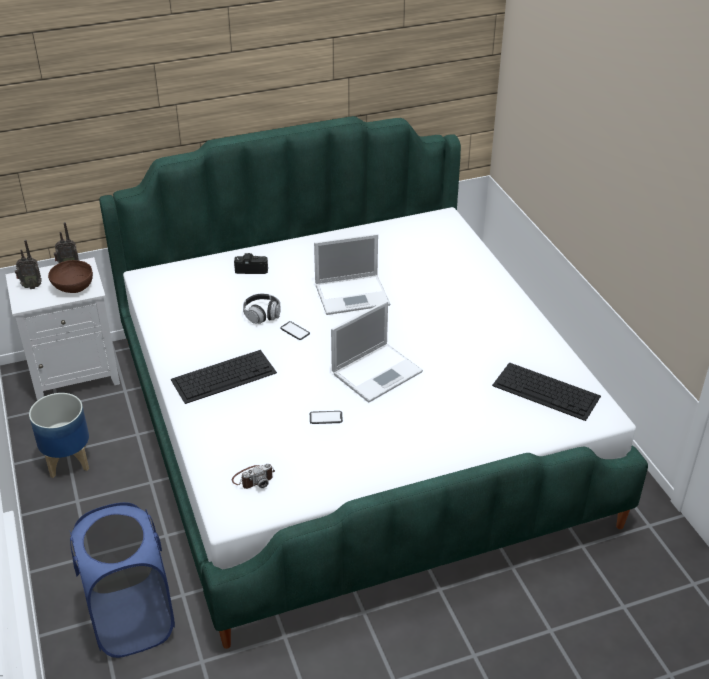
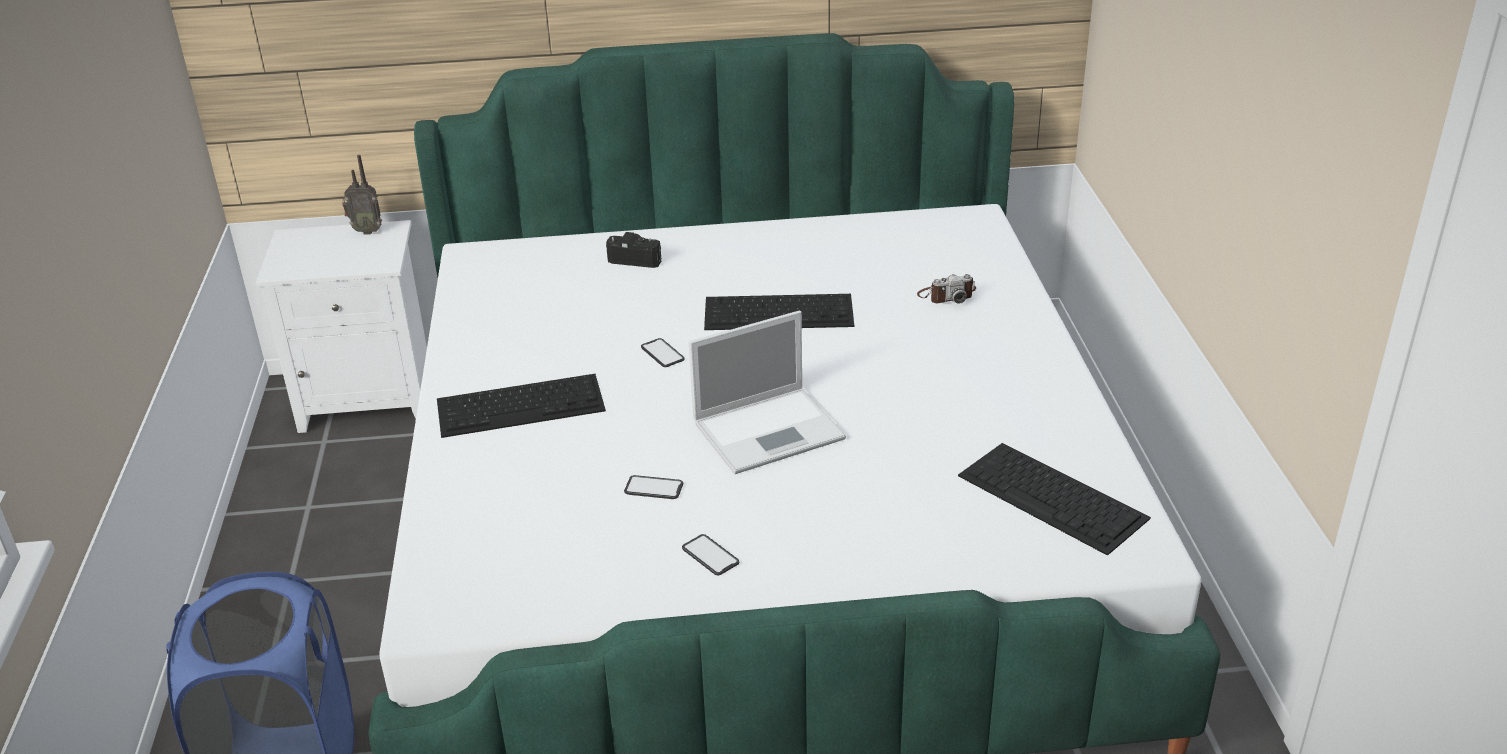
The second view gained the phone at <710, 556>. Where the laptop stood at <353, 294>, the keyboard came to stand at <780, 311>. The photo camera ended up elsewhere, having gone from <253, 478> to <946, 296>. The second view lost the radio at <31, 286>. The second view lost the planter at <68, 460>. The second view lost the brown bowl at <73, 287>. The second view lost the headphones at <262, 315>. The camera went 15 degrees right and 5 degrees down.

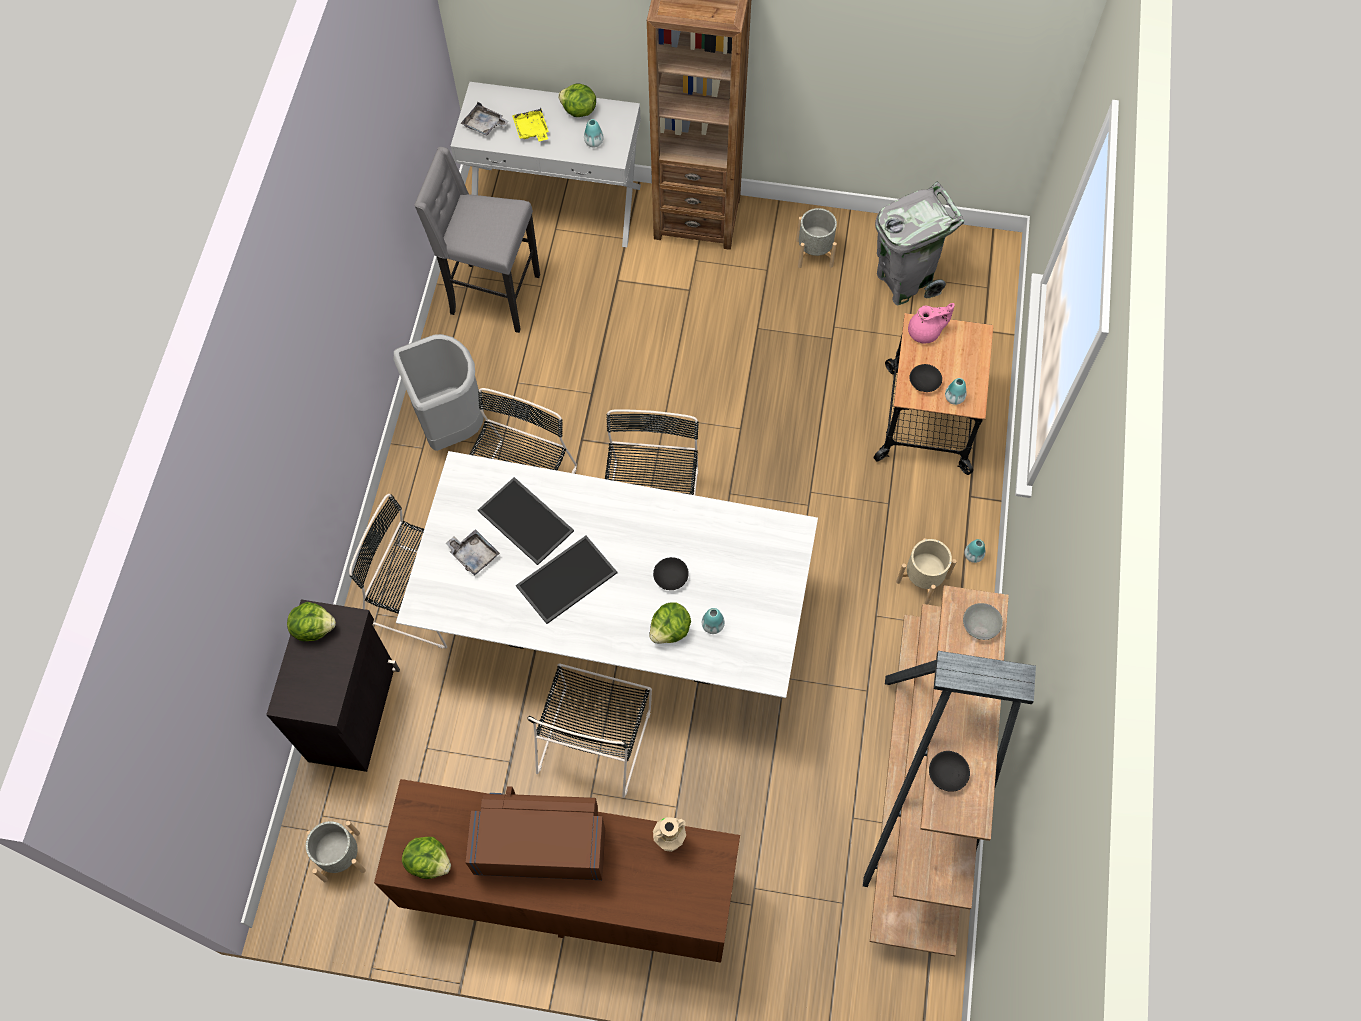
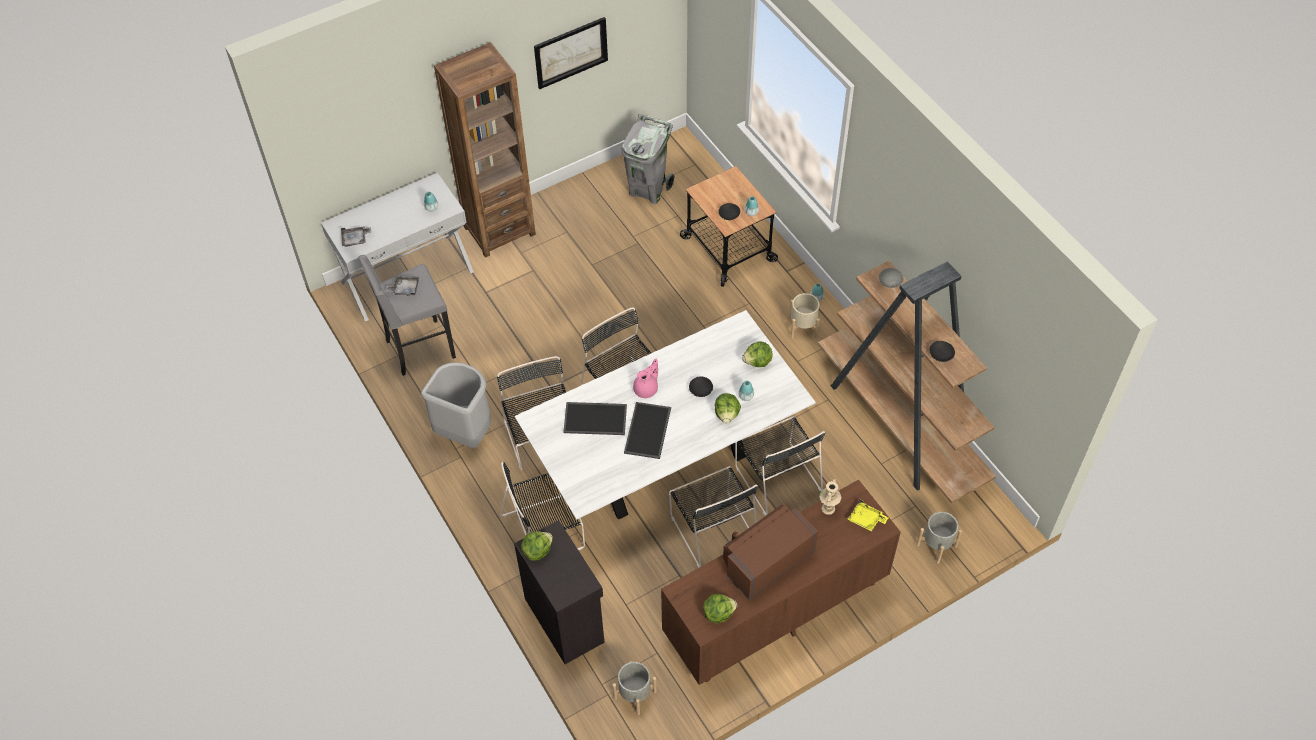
The grey tray ended up elsewhere, having gone from <474, 554> to <404, 288>. The second view gained the picture at <570, 52>. The pink teapot ended up elsewhere, having gone from <925, 332> to <646, 389>. The second view gained the black chair at <777, 476>. The lettuce ended up elsewhere, having gone from <578, 111> to <757, 362>. The yellow tray ended up elsewhere, having gone from <531, 130> to <866, 519>. The grey planter ended up elsewhere, having gone from <814, 253> to <936, 545>. The camera went 40 degrees left and 10 degrees down.

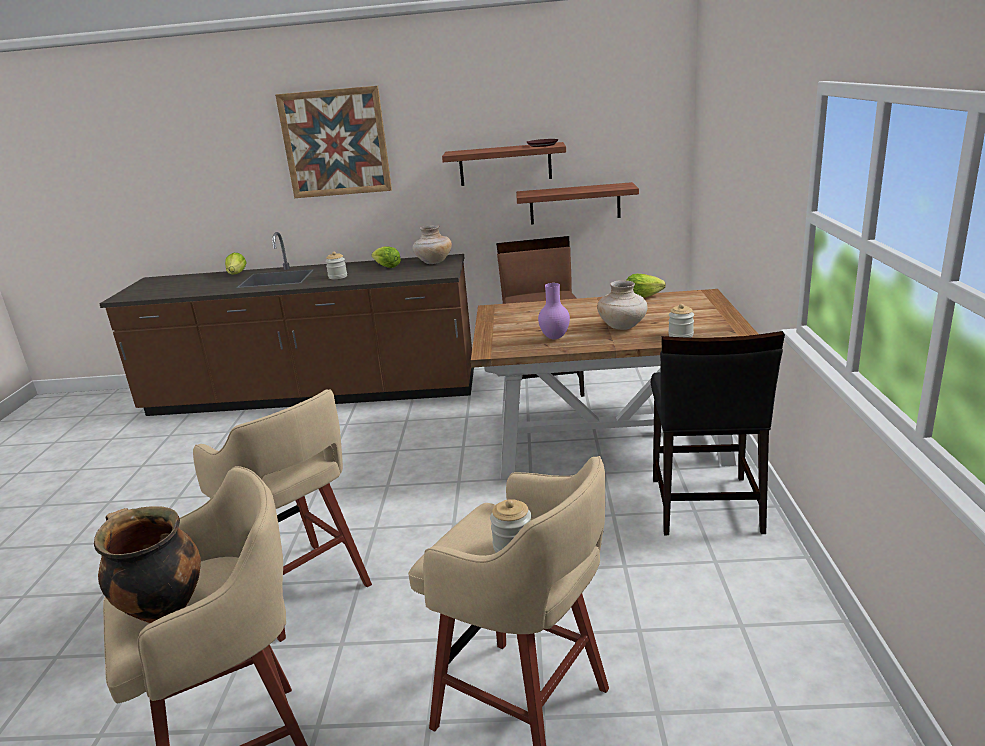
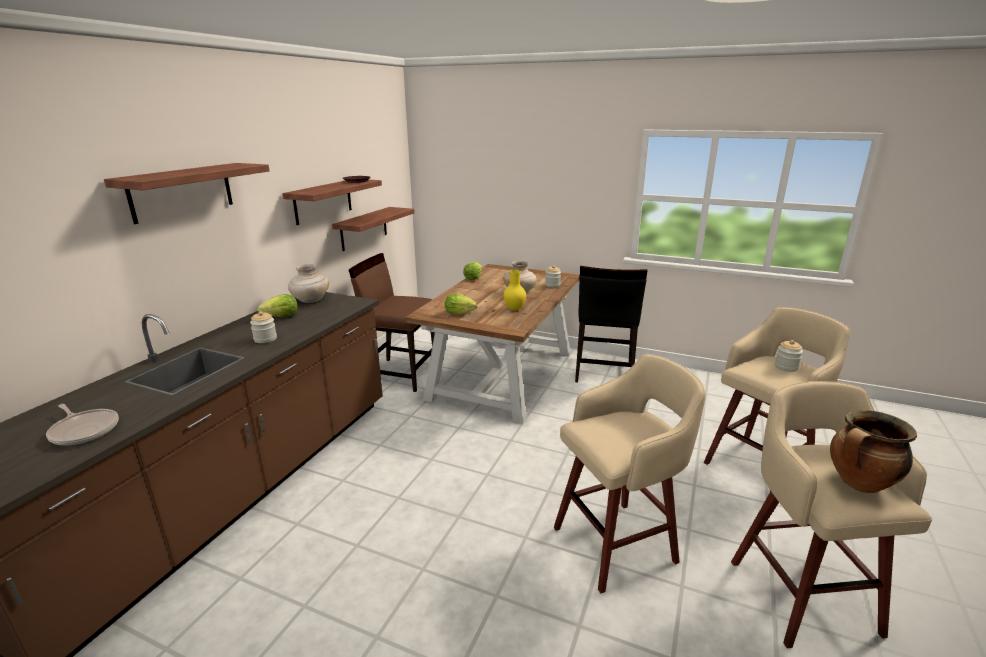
The second view gained the frying pan at <84, 430>. Where the picture hung at <335, 143>, the shelf came to hang at <182, 192>. The lettuce ended up elsewhere, having gone from <237, 274> to <459, 313>. What was the purple vase at <554, 338> turned into the yellow vase at <515, 309>. The black chair at <704, 506> ended up facing another way, 75 degrees clockwise from before. The camera went 70 degrees left and 0 degrees up.

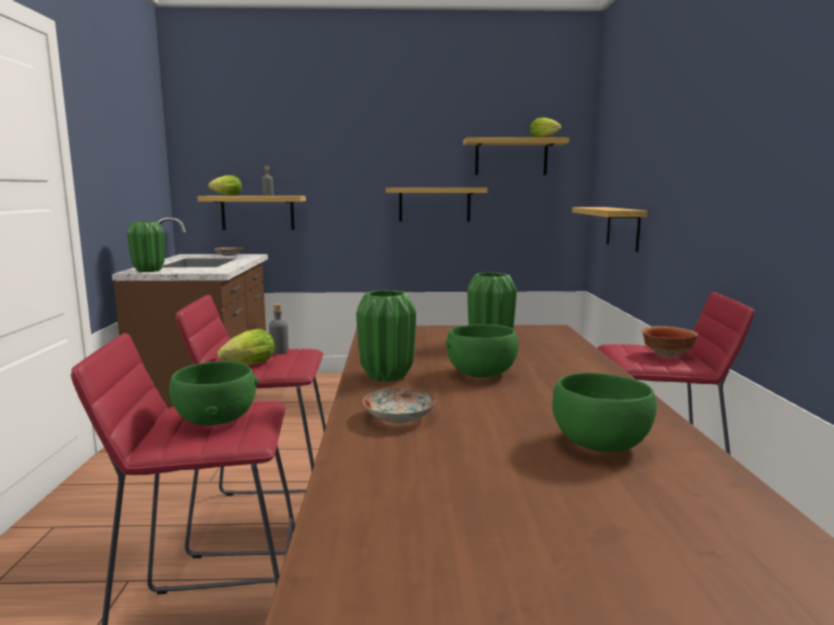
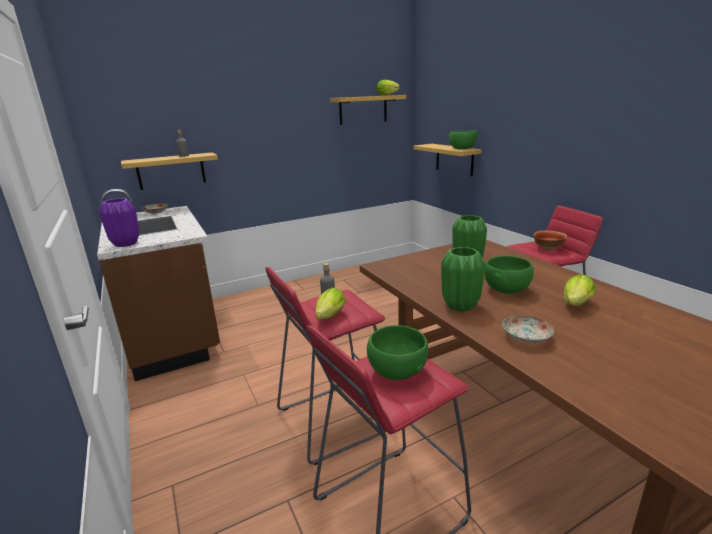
What was the green vase at <148, 270> turned into the purple vase at <125, 244>. The green bowl ended up elsewhere, having gone from <599, 445> to <462, 149>. The lettuce ended up elsewhere, having gone from <225, 195> to <575, 305>. The second view lost the shelf at <434, 204>. The camera went 25 degrees left and 10 degrees up.

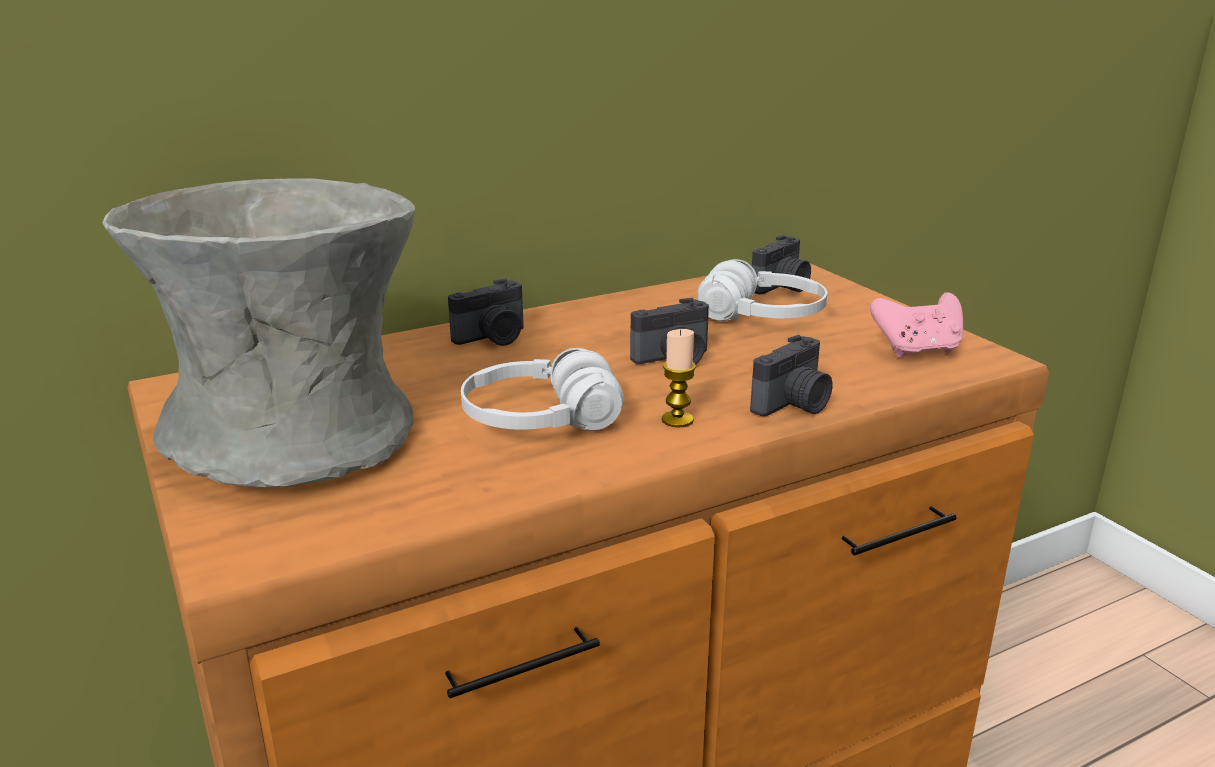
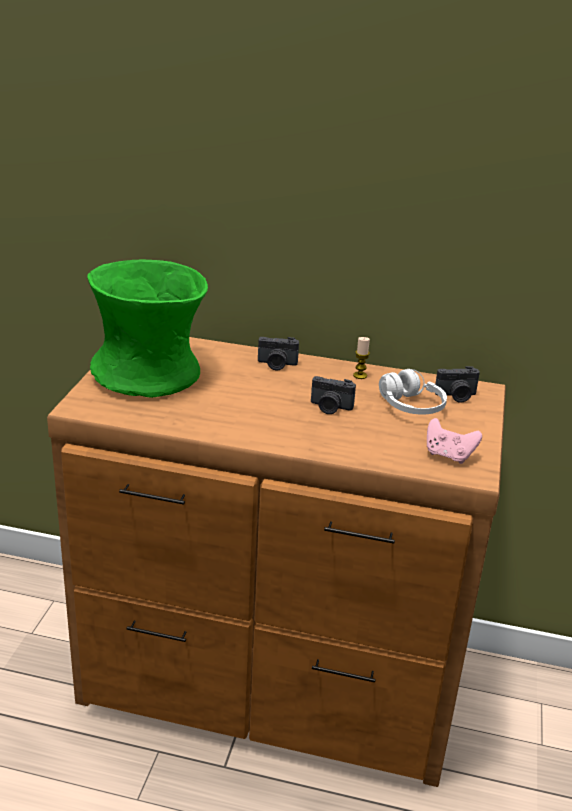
What was the grey vase at <296, 432> turned into the green vase at <149, 373>. The candle ended up elsewhere, having gone from <677, 420> to <360, 375>. The second view lost the white headphones at <541, 421>. The second view lost the photo camera at <794, 405>. The camera went 40 degrees right and 5 degrees up.

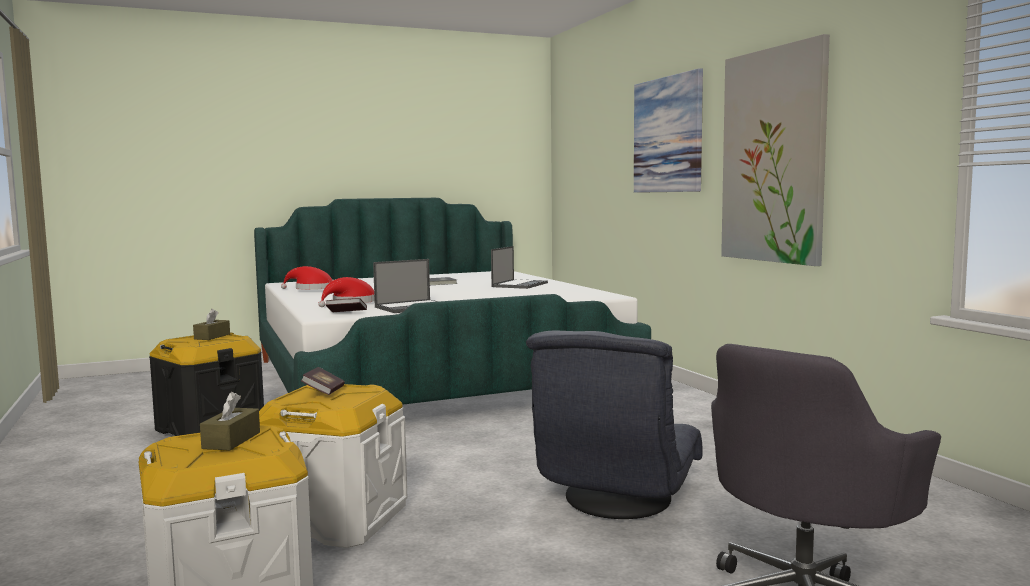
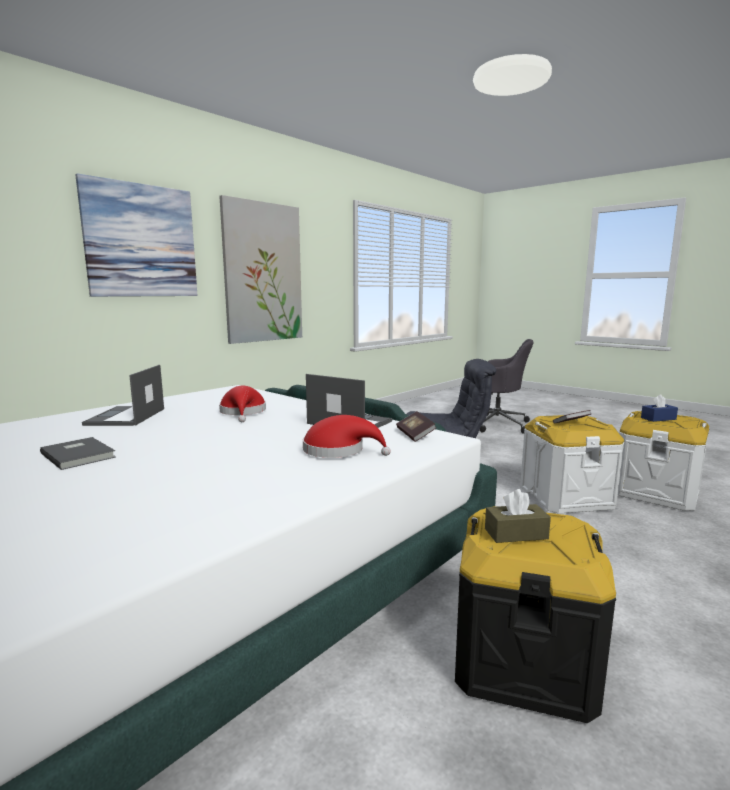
The laptop at <520, 285> ended up facing another way, 90 degrees counterclockwise from before. The red hat ended up elsewhere, having gone from <311, 289> to <243, 412>. What was the brown tissue box at <231, 440> turned into the blue tissue box at <658, 418>. The camera went 115 degrees left and 5 degrees up.

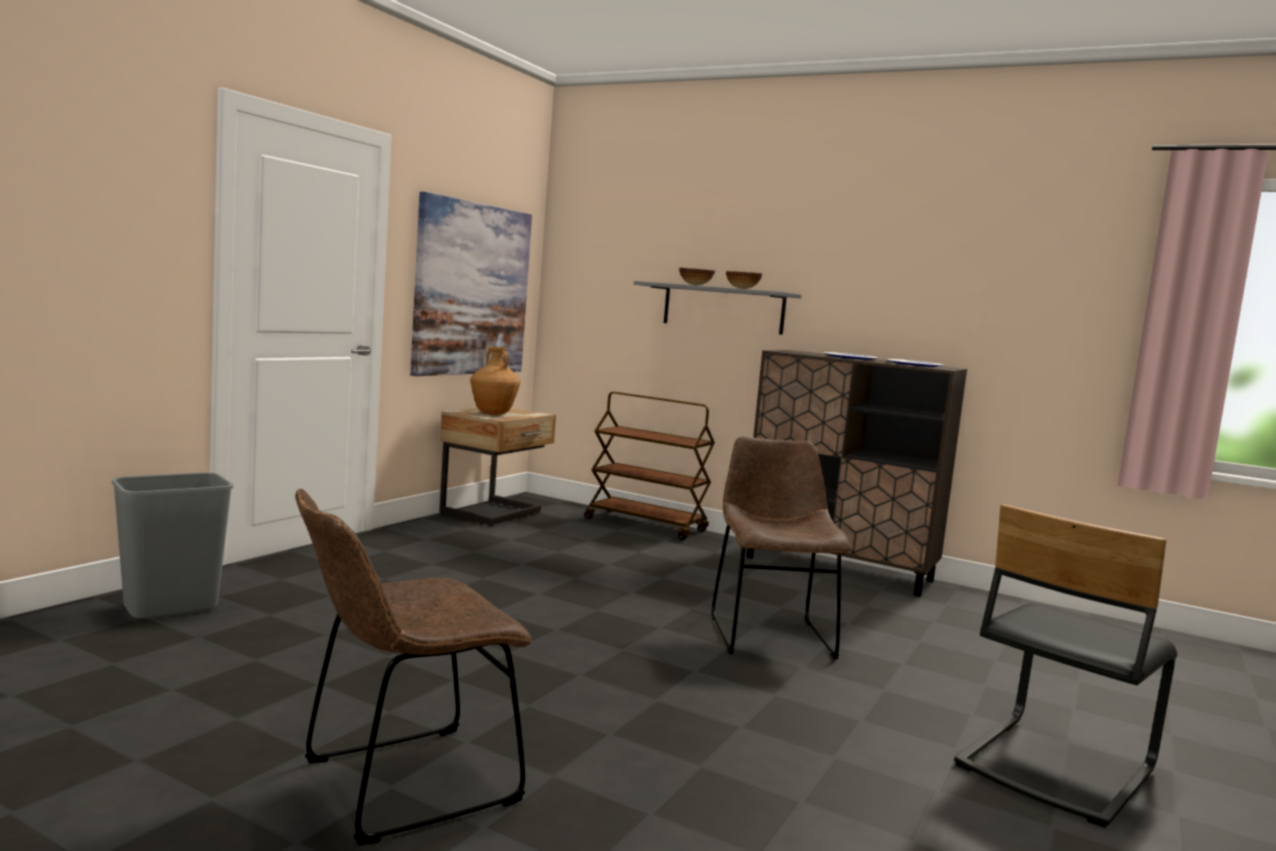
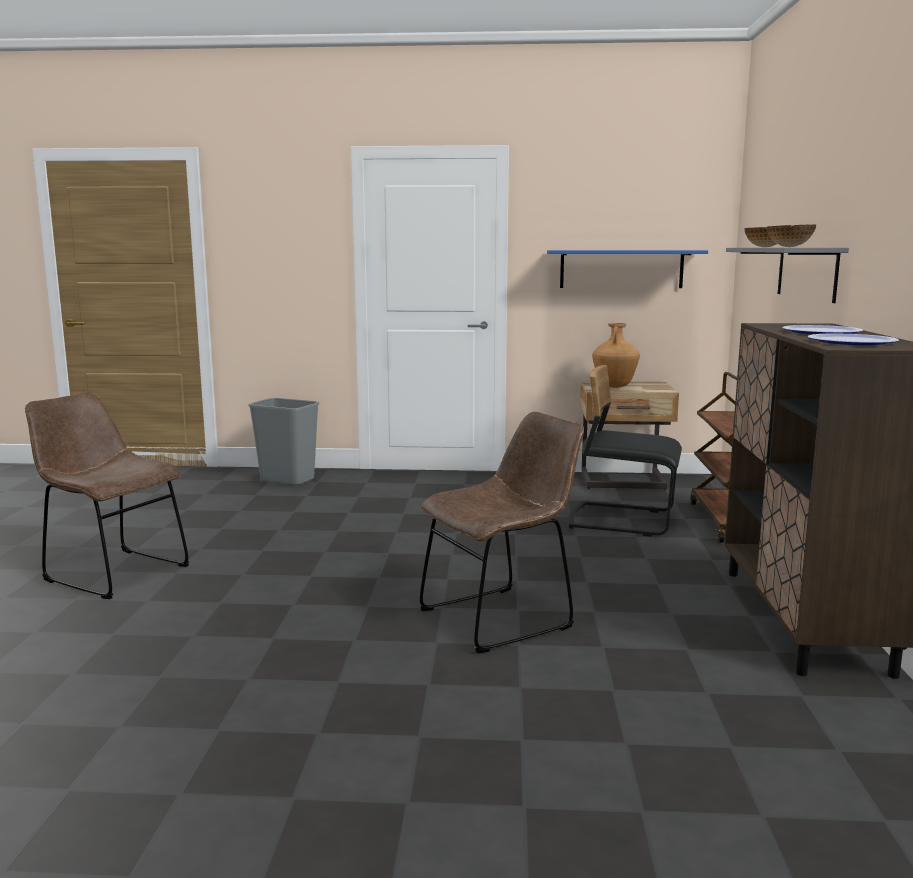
Where the picture hung at <472, 289>, the blue shelf came to hang at <621, 269>. The black chair ended up elsewhere, having gone from <1053, 766> to <622, 520>. The camera went 65 degrees right and 5 degrees up.

